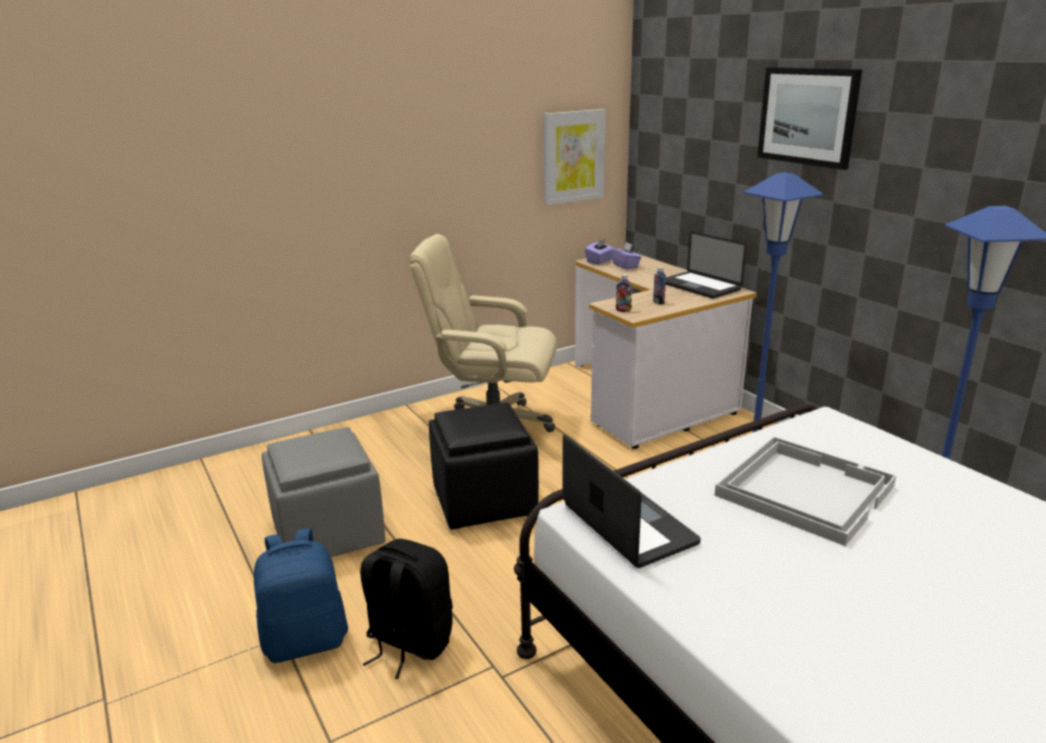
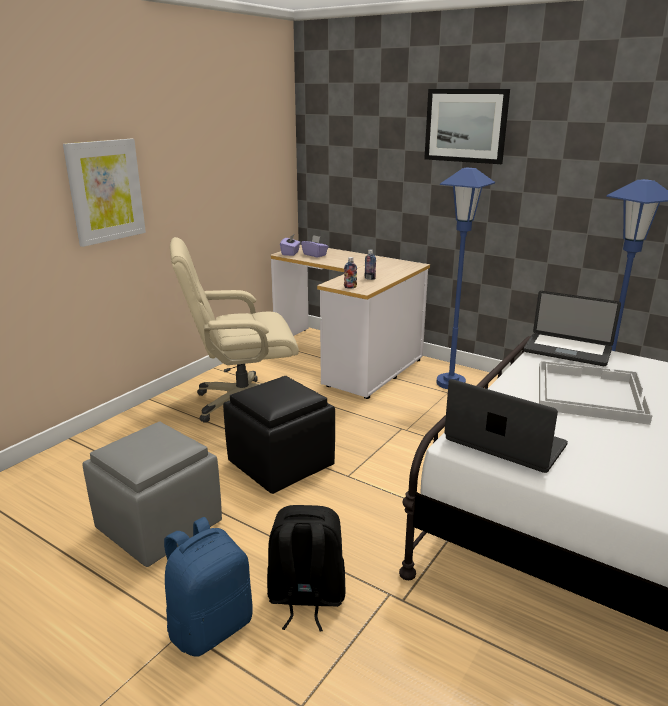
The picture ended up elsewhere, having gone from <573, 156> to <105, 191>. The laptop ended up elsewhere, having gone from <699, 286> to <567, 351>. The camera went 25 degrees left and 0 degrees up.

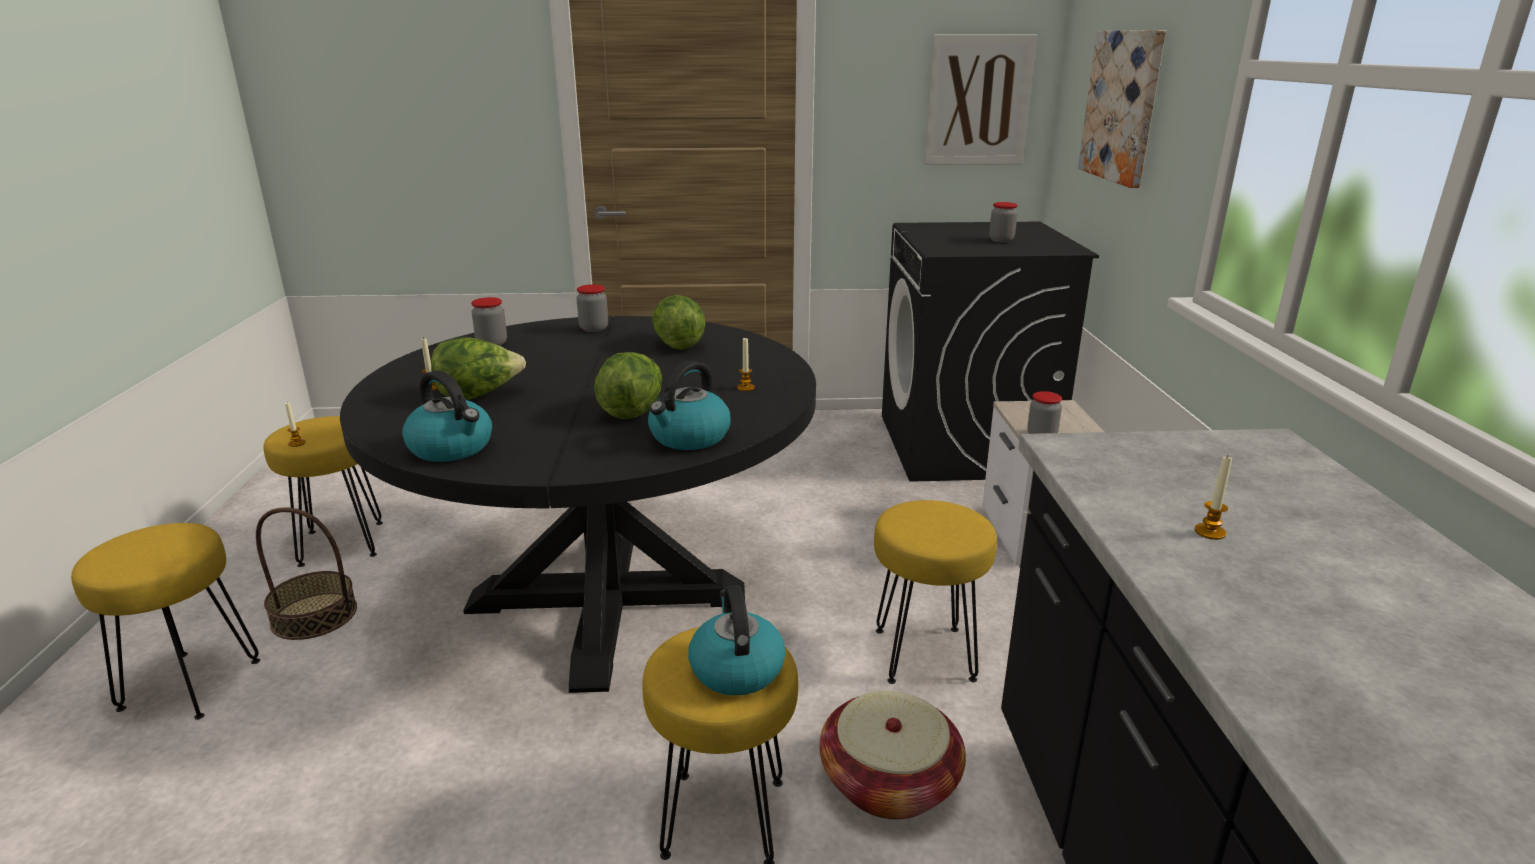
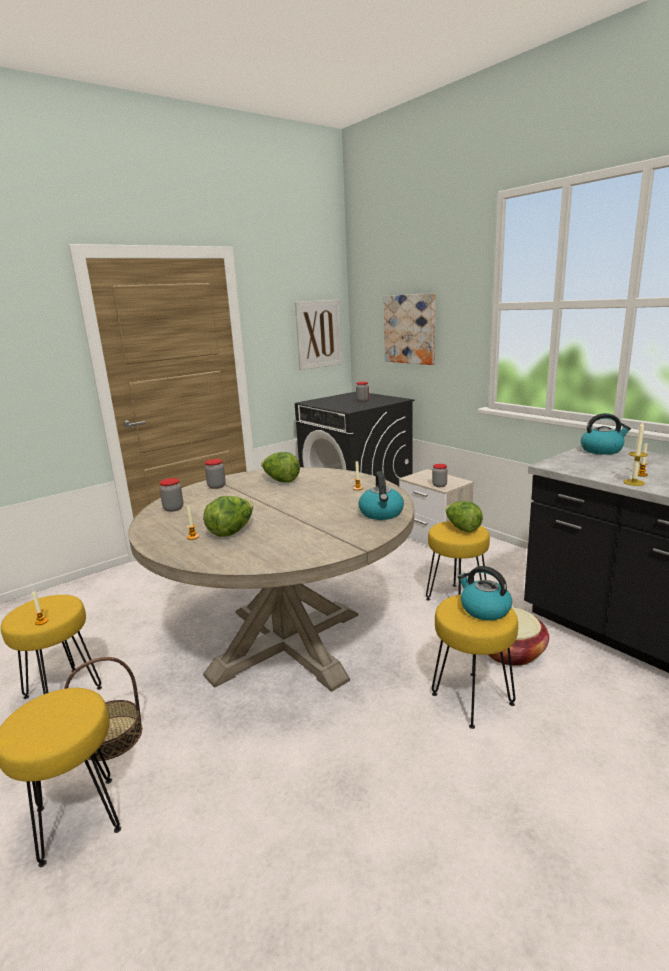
What was the black dining table at <607, 599> turned into the beige dining table at <286, 643>. The lettuce ended up elsewhere, having gone from <632, 410> to <462, 528>. The kettle ended up elsewhere, having gone from <452, 448> to <602, 450>. The second view gained the candle at <634, 482>. The camera went 35 degrees left and 5 degrees down.

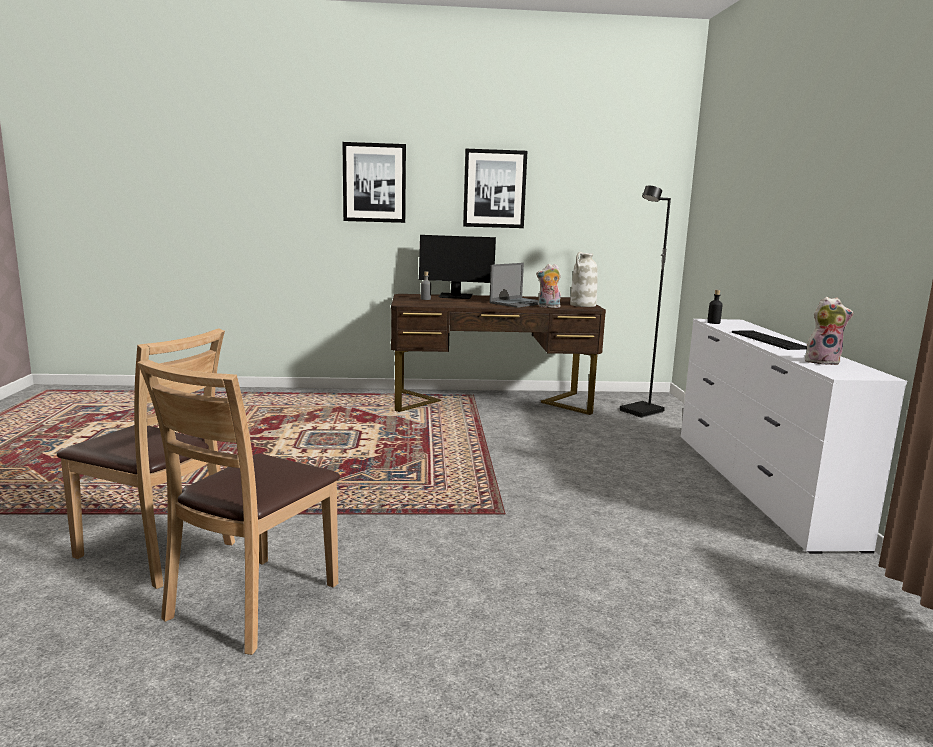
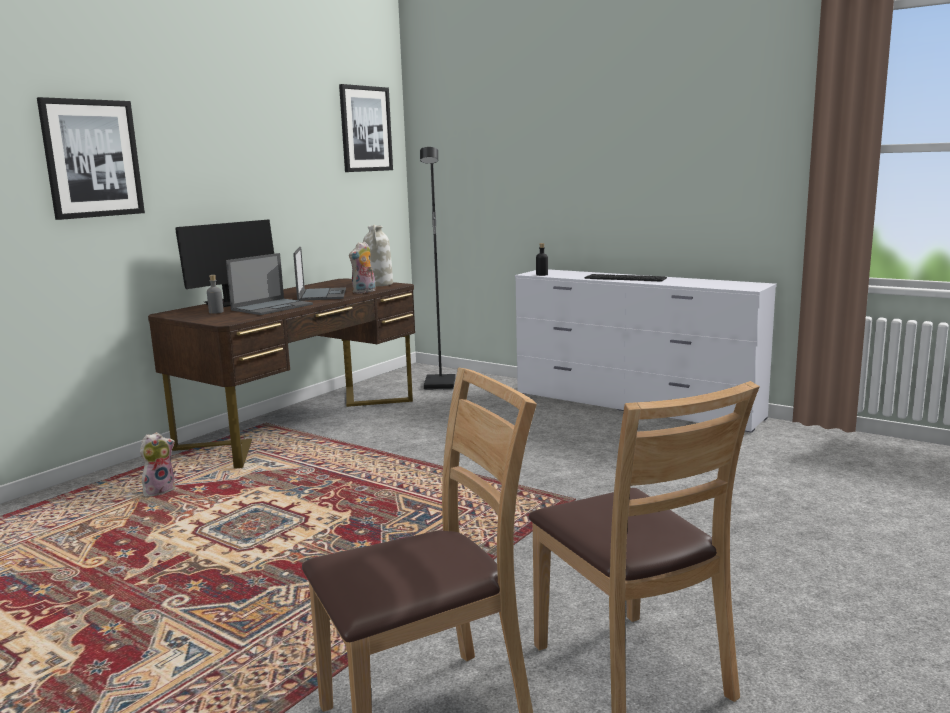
The plush toy ended up elsewhere, having gone from <822, 361> to <160, 491>. The second view gained the laptop at <272, 307>. The picture ended up elsewhere, having gone from <494, 189> to <365, 129>. The camera went 50 degrees left and 0 degrees up.

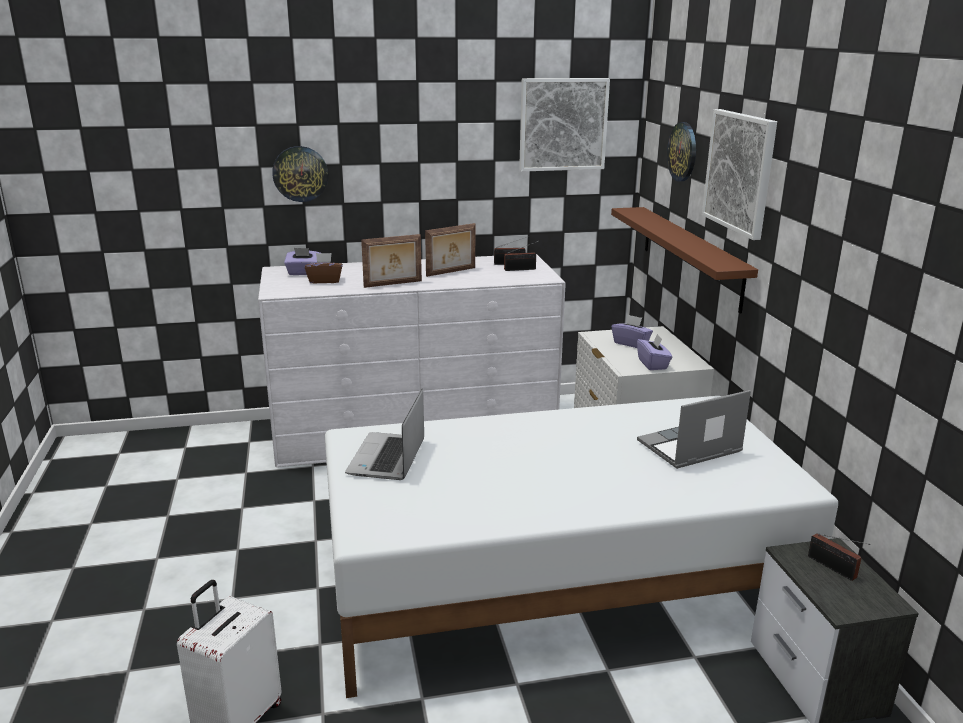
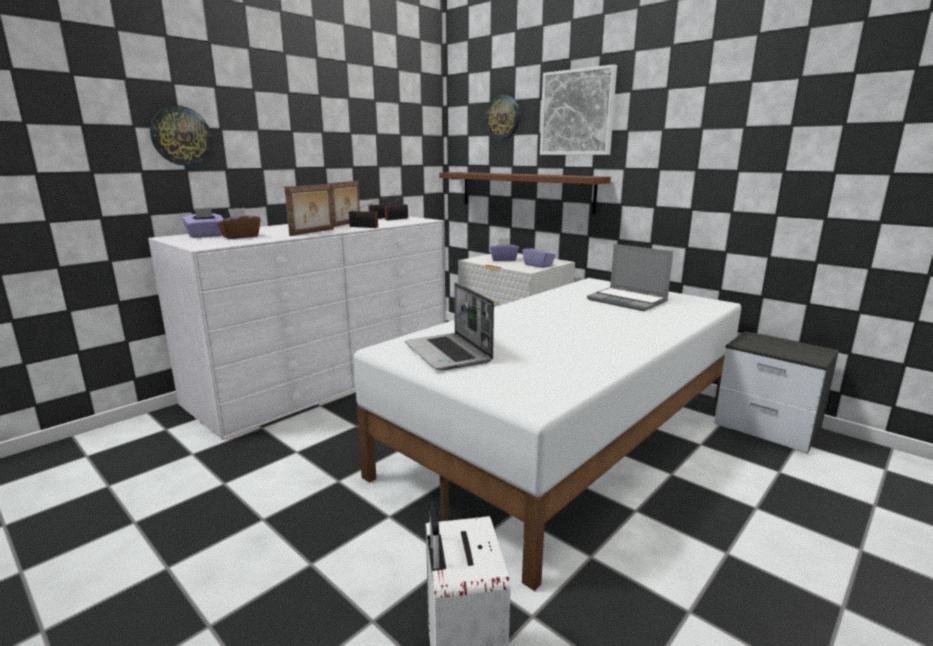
The radio ended up elsewhere, having gone from <834, 568> to <365, 227>. The laptop at <689, 448> ended up facing another way, 75 degrees counterclockwise from before. The second view lost the picture at <563, 124>. The camera went 35 degrees left and 5 degrees down.

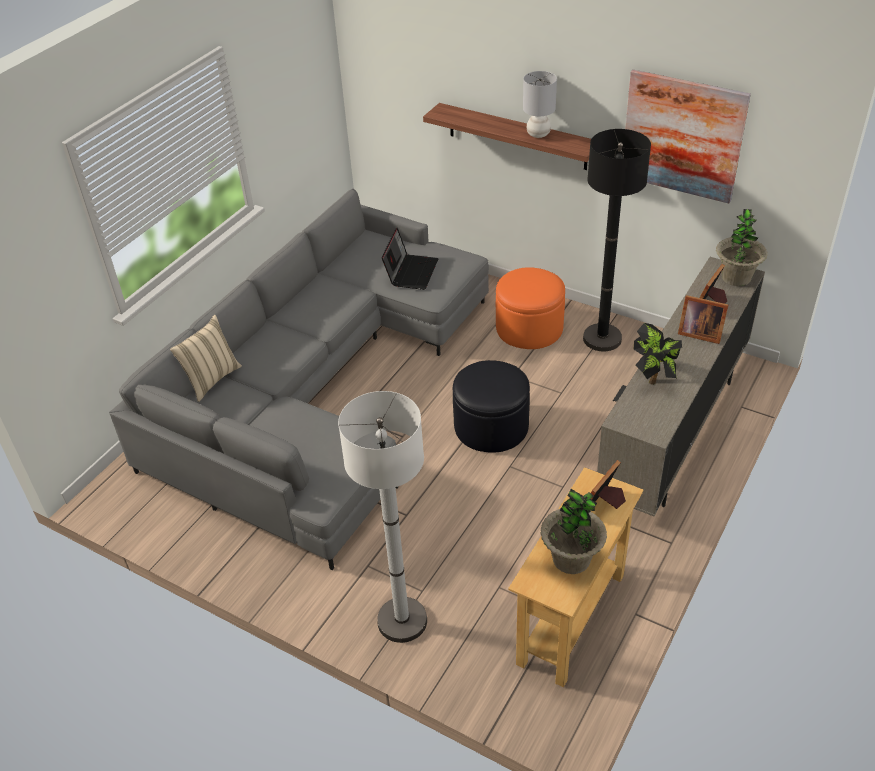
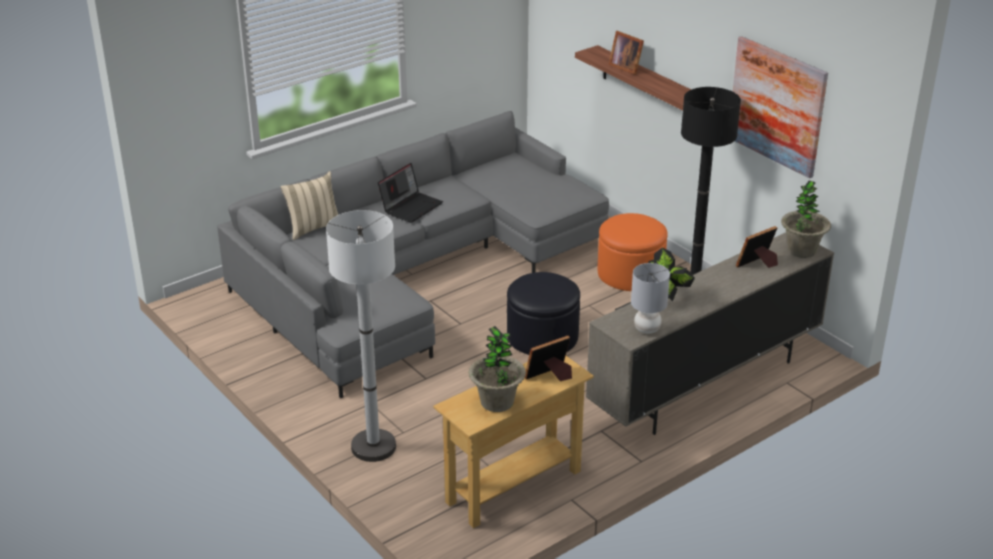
The laptop ended up elsewhere, having gone from <411, 272> to <411, 206>. The picture frame ended up elsewhere, having gone from <698, 333> to <625, 67>. The grey table lamp ended up elsewhere, having gone from <538, 134> to <646, 329>. The camera went 20 degrees right and 10 degrees down.

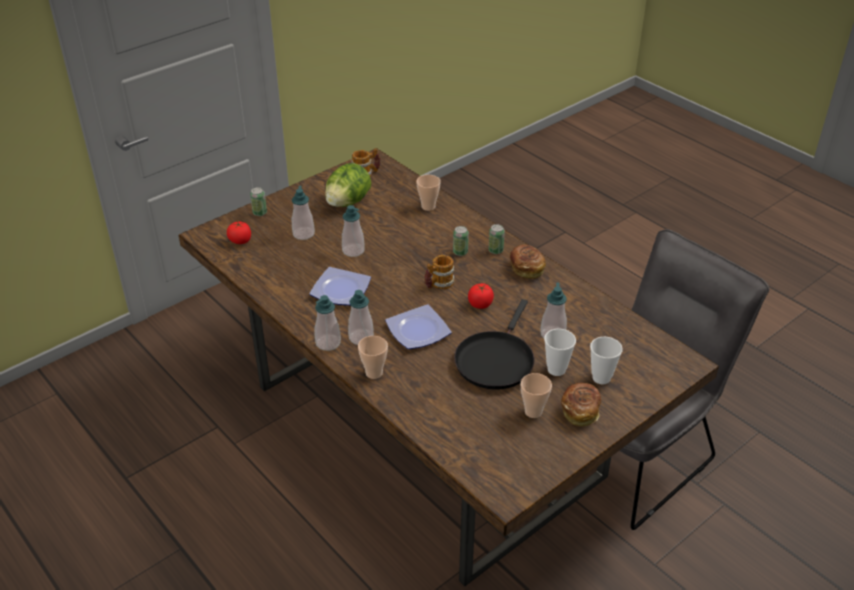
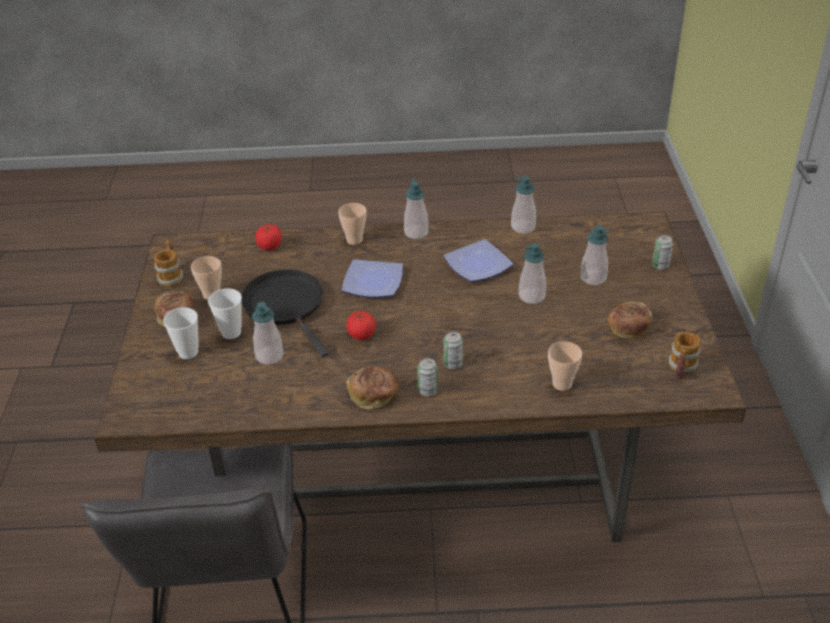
The mug ended up elsewhere, having gone from <438, 284> to <171, 276>. The tomato ended up elsewhere, having gone from <240, 241> to <270, 246>. The soap dispenser ended up elsewhere, having gone from <361, 337> to <523, 227>. Where the lettuce stood at <348, 202>, the bread came to stand at <628, 329>. The camera went 130 degrees right and 0 degrees up.

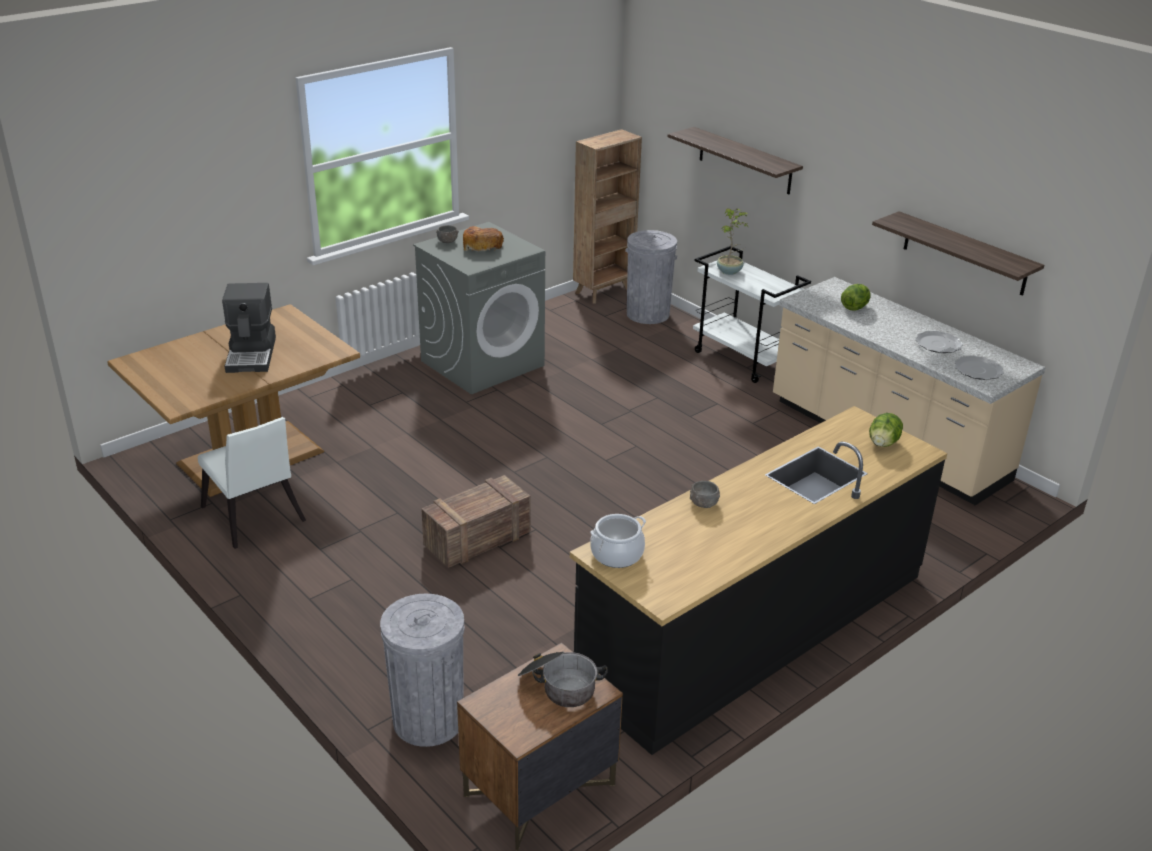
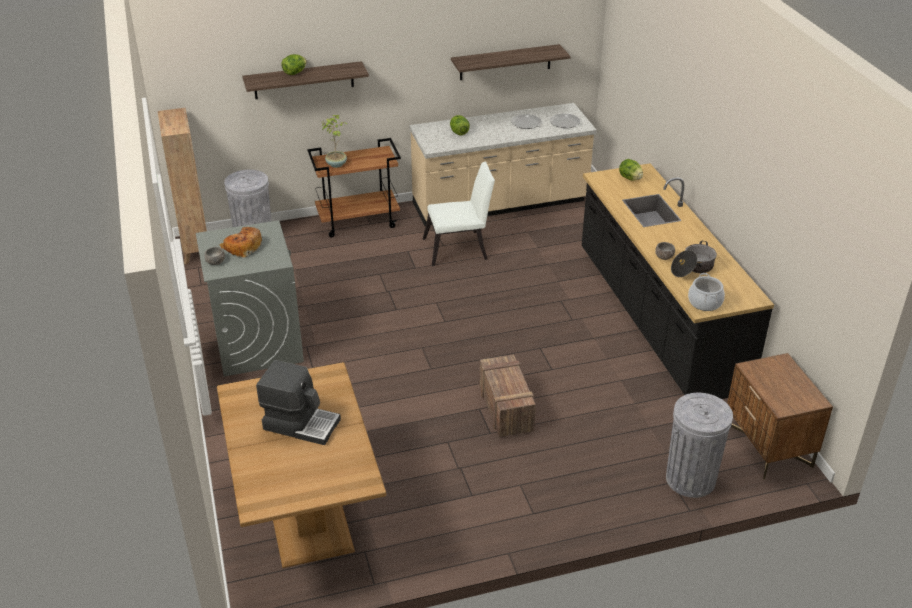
The second view gained the lettuce at <294, 73>. What was the white cart at <743, 359> turned into the brown cart at <358, 221>. The white chair ended up elsewhere, having gone from <254, 518> to <459, 249>. The cooking pot ended up elsewhere, having gone from <559, 686> to <692, 268>. The camera went 65 degrees left and 5 degrees up.

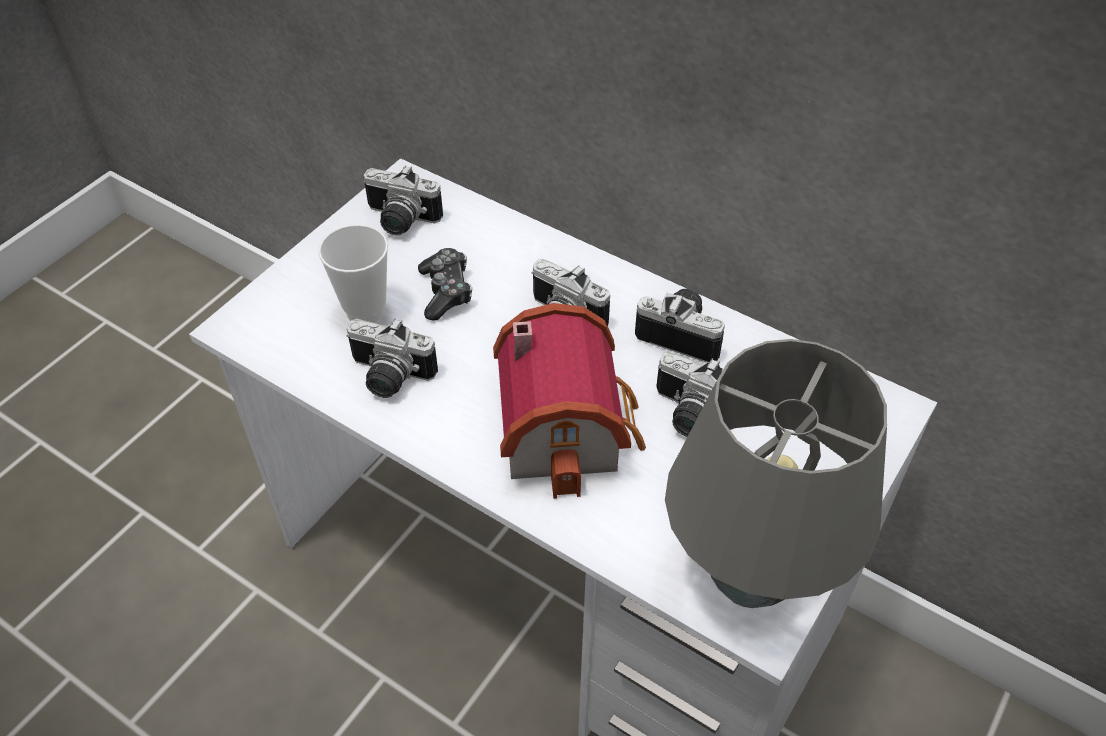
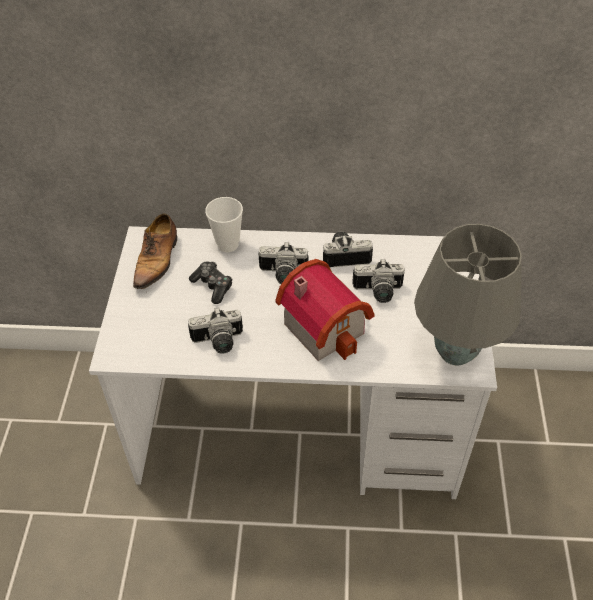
Where the photo camera stood at <399, 221>, the shoe came to stand at <157, 260>. The cup ended up elsewhere, having gone from <365, 311> to <227, 244>. The camera went 30 degrees left and 0 degrees up.

